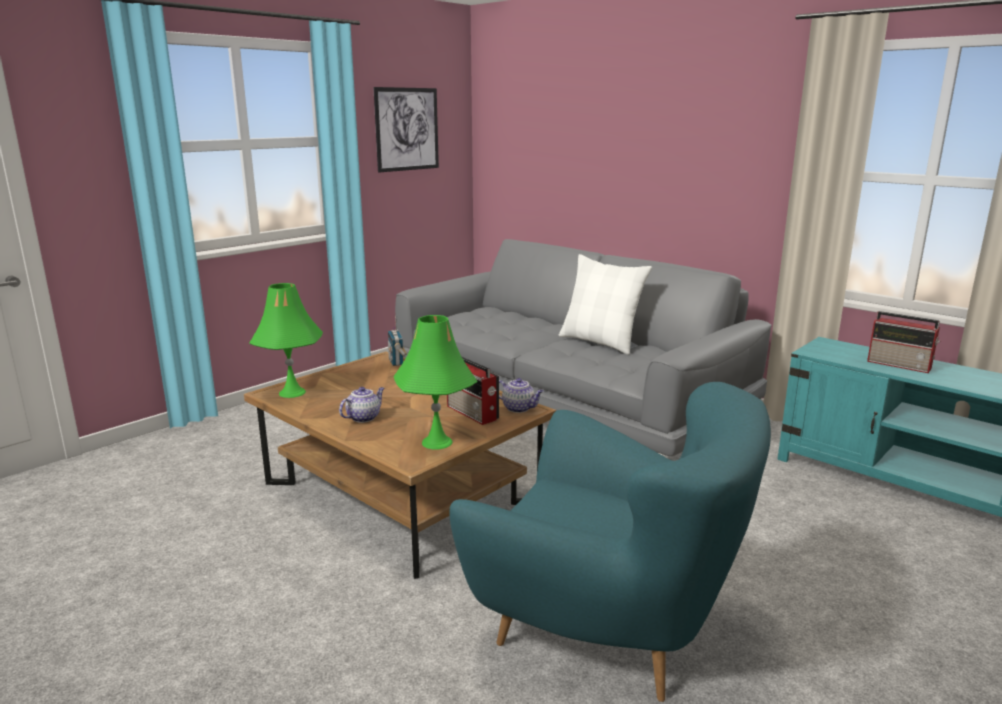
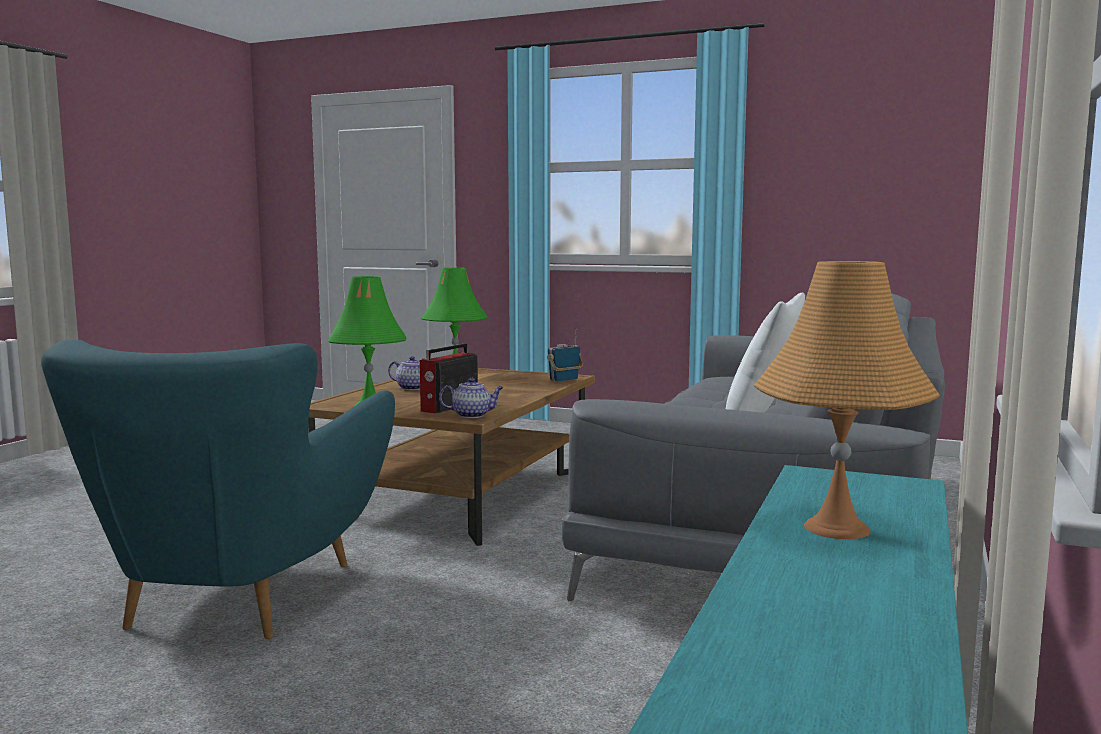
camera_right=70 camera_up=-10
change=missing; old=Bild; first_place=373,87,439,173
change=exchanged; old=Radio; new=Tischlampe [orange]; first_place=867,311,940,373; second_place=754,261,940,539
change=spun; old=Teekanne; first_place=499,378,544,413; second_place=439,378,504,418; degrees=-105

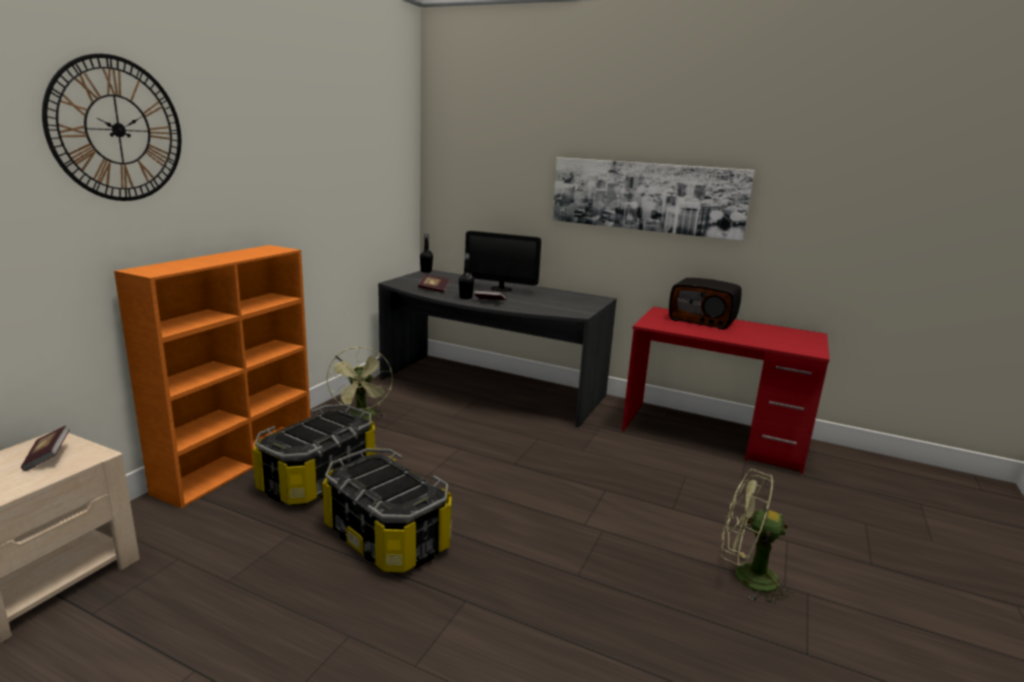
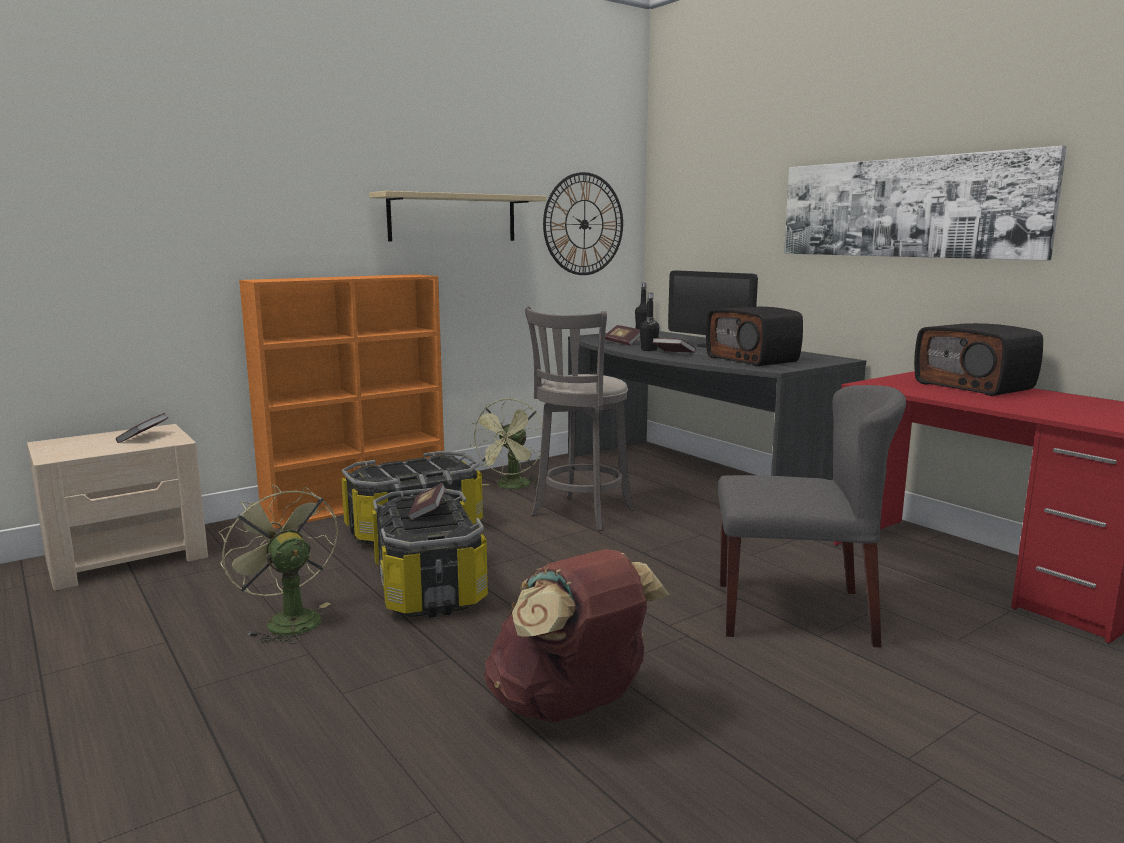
camera_right=30 camera_up=-5
change=appeared; new=Wandregal [beige]; second_place=369,191,546,242
change=appeared; new=Buch; second_place=408,483,446,520
change=appeared; new=Rucksack [braun]; second_place=484,549,670,722
change=appeared; new=Hocker [grau]; second_place=525,307,634,531
change=appeared; new=Radio; second_place=706,307,803,366
change=appeared; new=Stuhl [grau]; second_place=718,385,906,648
change=relocated; old=Wanduhr; first_place=42,54,181,201; second_place=543,172,623,275
change=relocated; old=Ventilator [grün]; first_place=720,469,793,604; second_place=218,484,338,644

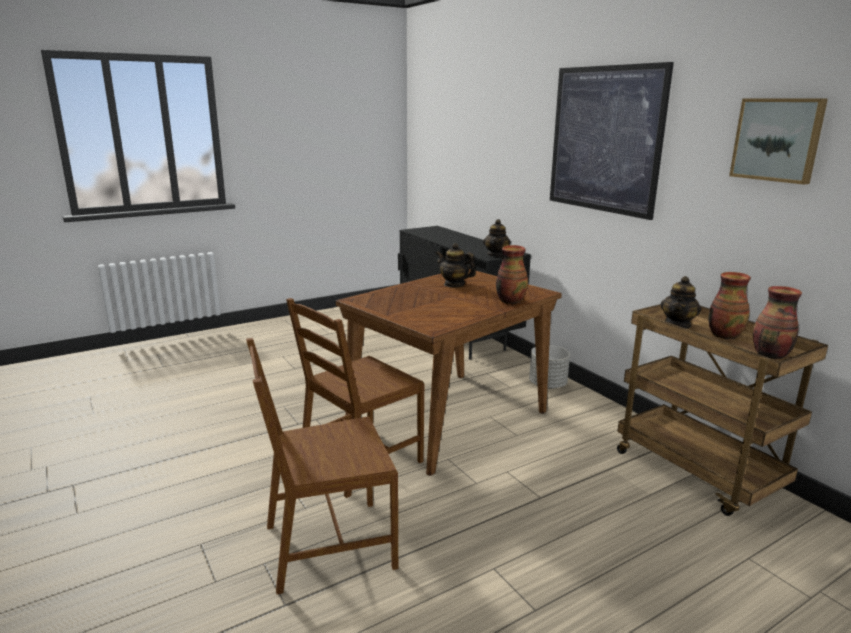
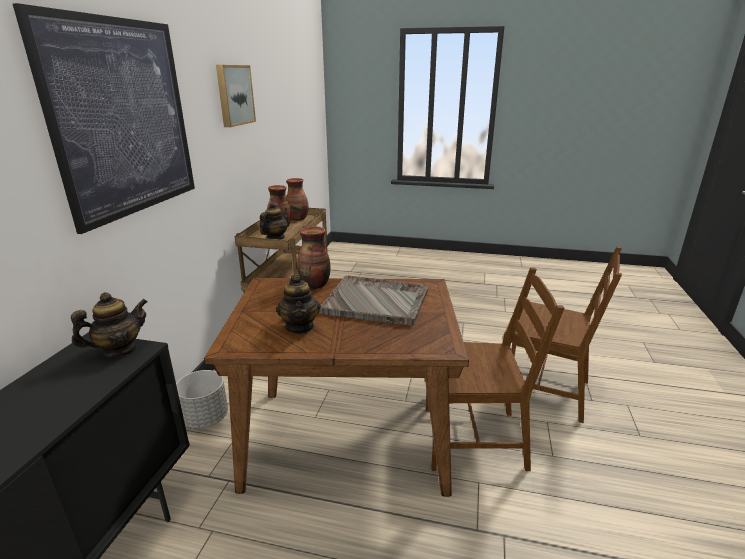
camera_right=-135 camera_up=5
change=appeared; new=Tablett [grau]; second_place=319,275,429,326
change=spun; old=Teekanne; first_place=661,276,701,329; second_place=260,202,288,240; degrees=-45

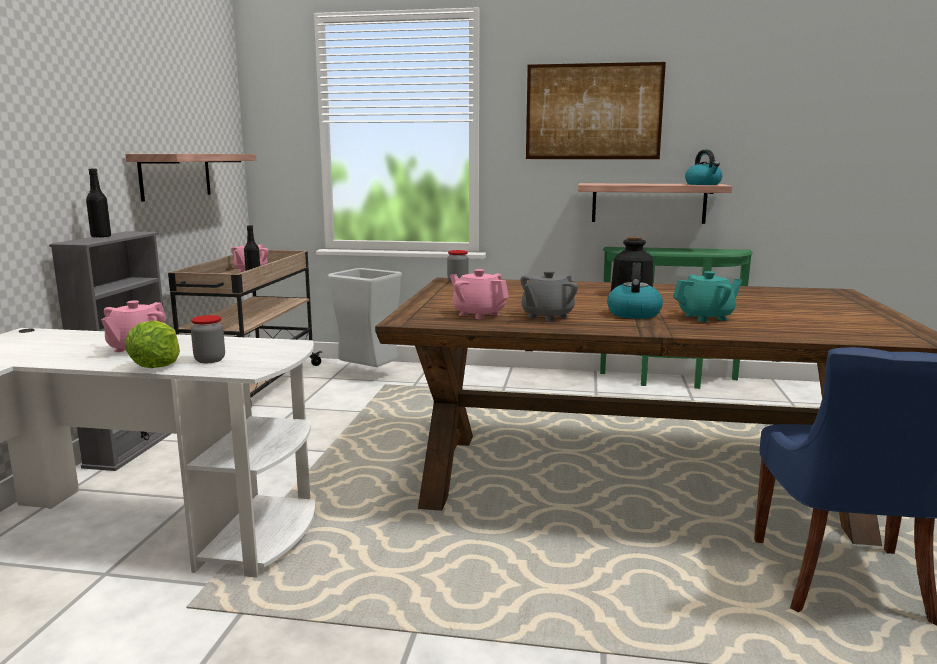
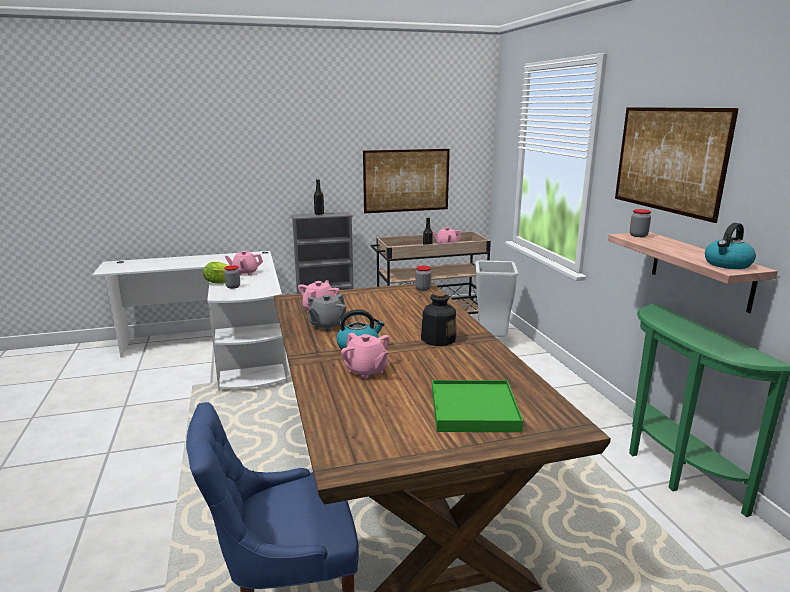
camera_right=65 camera_up=5
change=appeared; new=Tablett [grün]; second_place=432,380,523,432
change=appeared; new=Vorratsglas; second_place=630,209,651,237
change=exchanged; old=Wandregal; new=Bild; first_place=125,154,256,202; second_place=363,149,450,213
change=colour; old=Teekanne [türkis]; new=Teekanne [rosa]; first_place=673,271,742,322; second_place=341,333,389,379
change=spun; old=Teekanne [grau]; first_place=520,271,578,322; second_place=308,294,346,331; degrees=-75

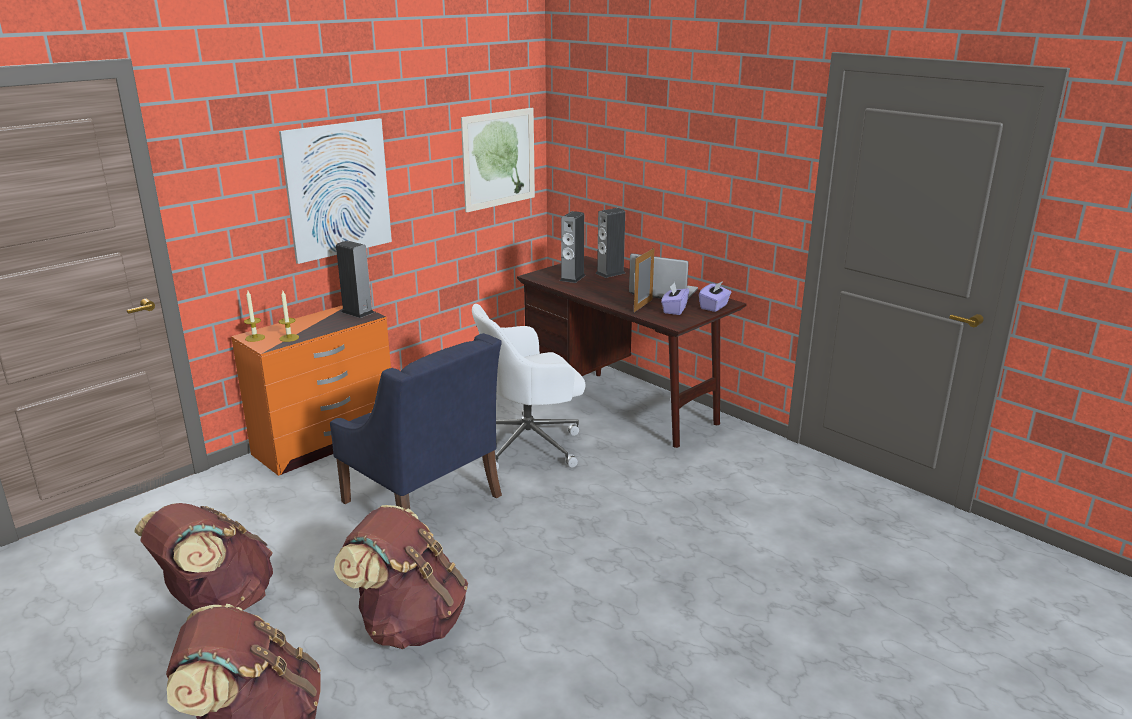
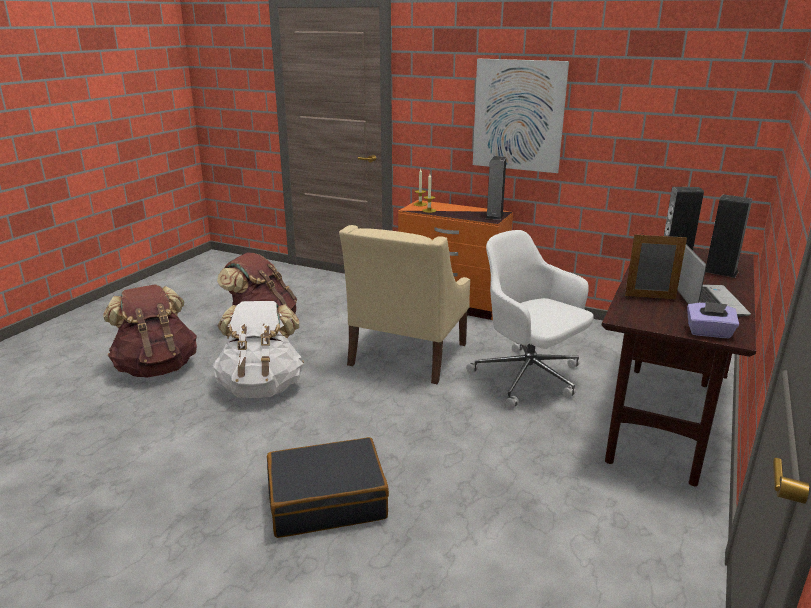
camera_right=70 camera_up=0
change=missing; old=Bild; first_place=461,108,535,213
change=missing; old=Taschentuchbox [lila]; first_place=661,282,689,315
change=appeared; new=Koffer [schwarz]; second_place=267,437,389,538
change=colour; old=Sessel [blau]; new=Sessel [beige]; first_place=330,333,502,509; second_place=339,225,470,384
change=colour; old=Rucksack [braun]; new=Rucksack [weiß]; first_place=334,505,468,649; second_place=213,301,304,398

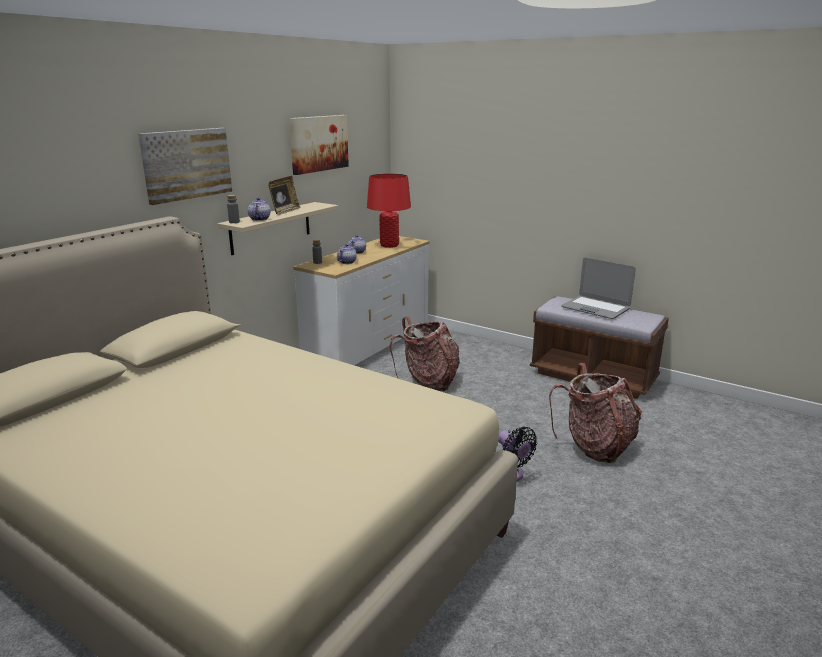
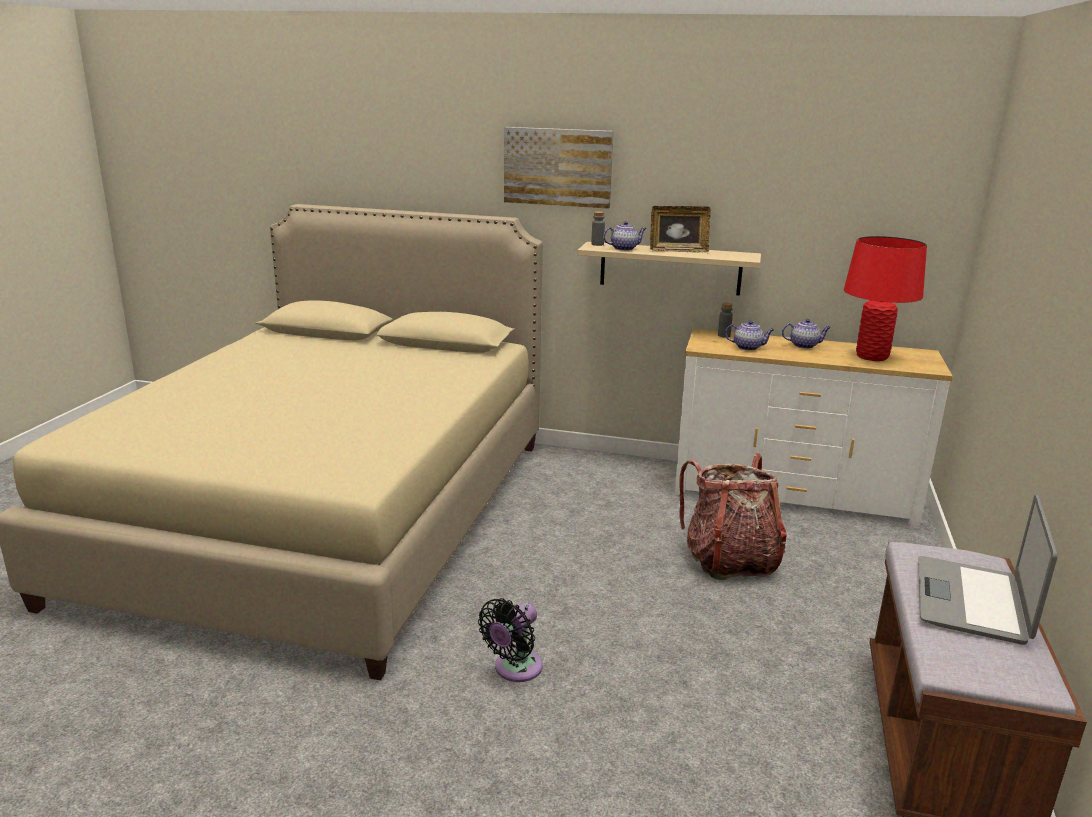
camera_right=70 camera_up=0
change=missing; old=Bild; first_place=289,115,349,175
change=missing; old=Rucksack; first_place=549,363,642,463

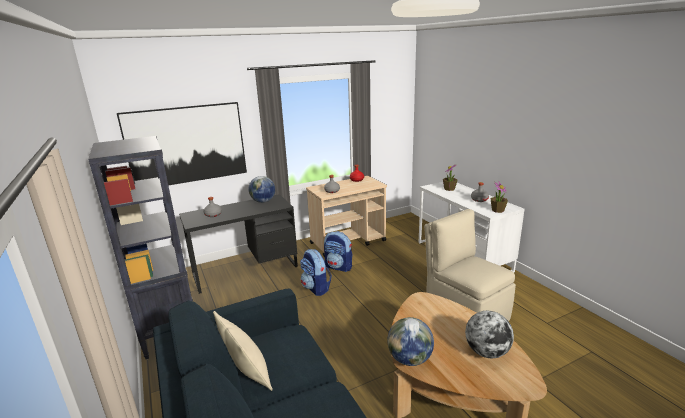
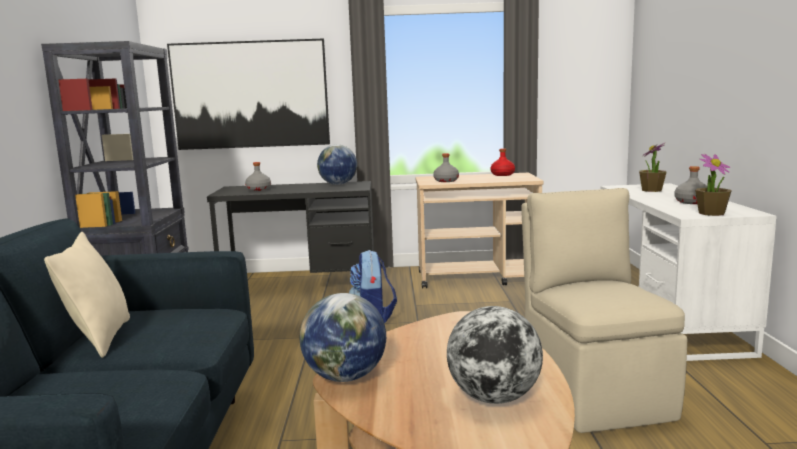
camera_right=25 camera_up=-10
change=missing; old=Rucksack; first_place=324,231,352,272

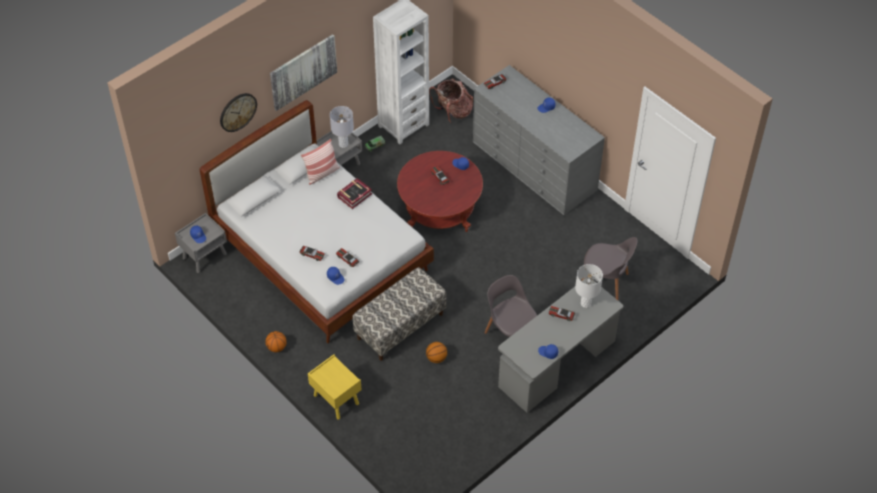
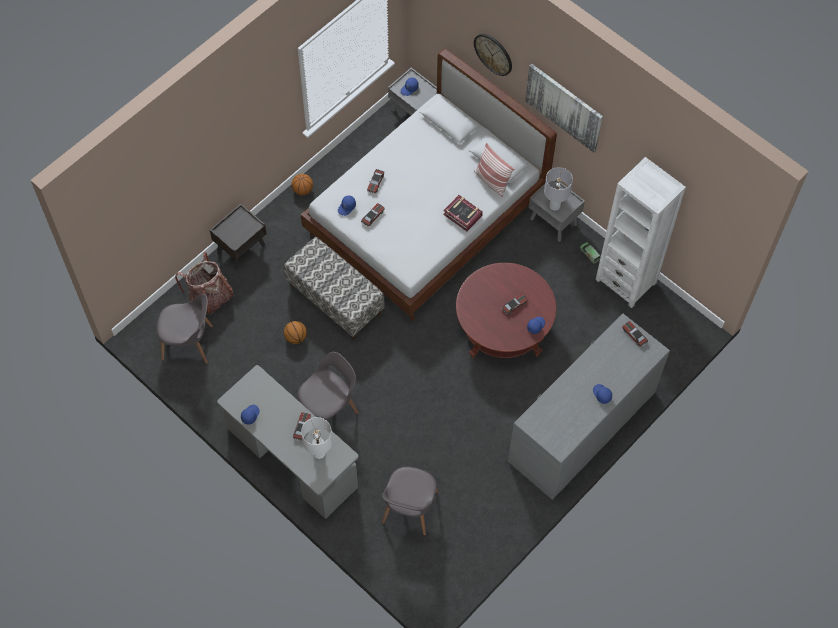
camera_right=85 camera_up=10
change=appeared; new=Stuhl [grau]; second_place=157,294,213,364
change=relocated; old=Rucksack; first_place=429,79,473,124; second_place=175,252,233,314
change=colour; old=Nachttisch [gelb]; new=Nachttisch [braun]; first_place=308,354,362,420; second_place=210,204,267,270

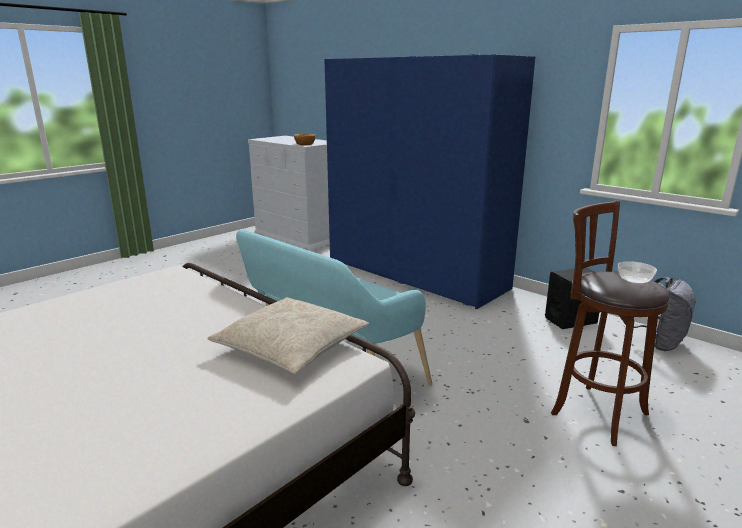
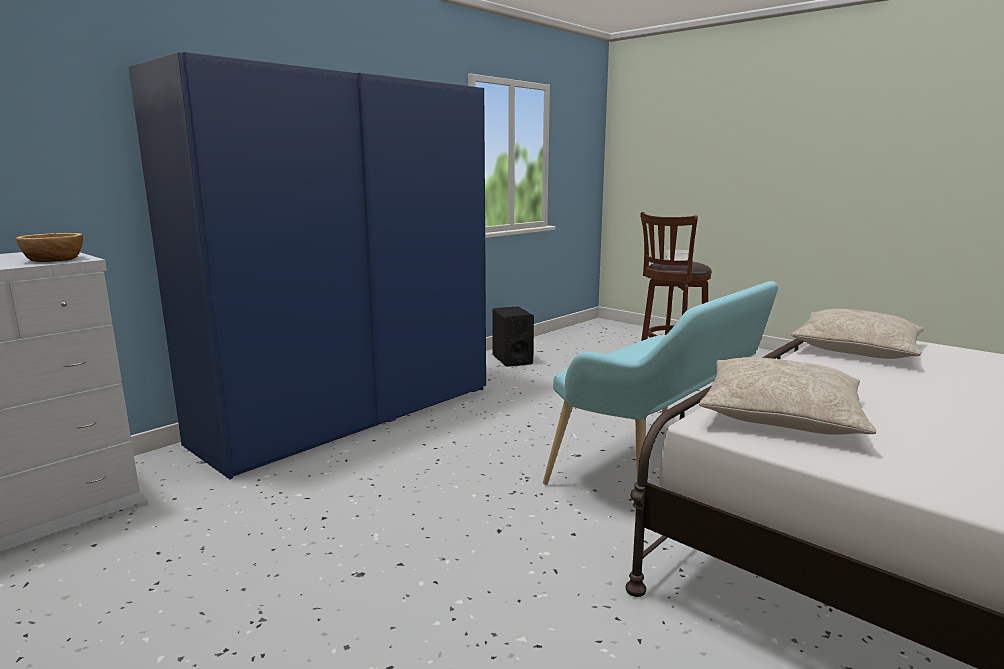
camera_right=-90 camera_up=-5
change=missing; old=Rucksack [grau]; first_place=633,277,696,351
change=appeared; new=Kissen [beige]; second_place=699,357,876,435

